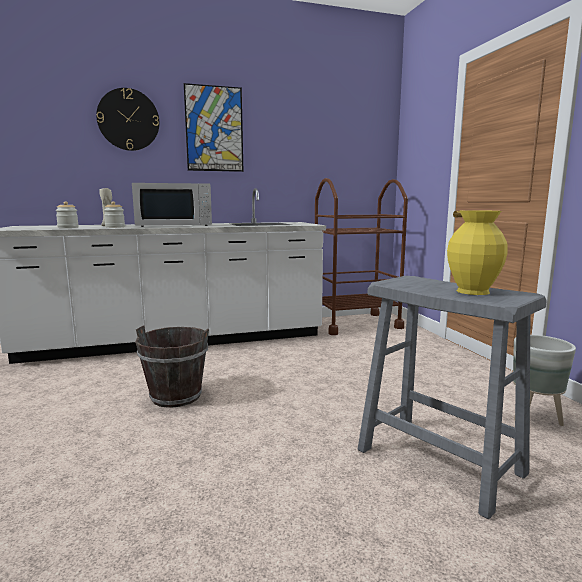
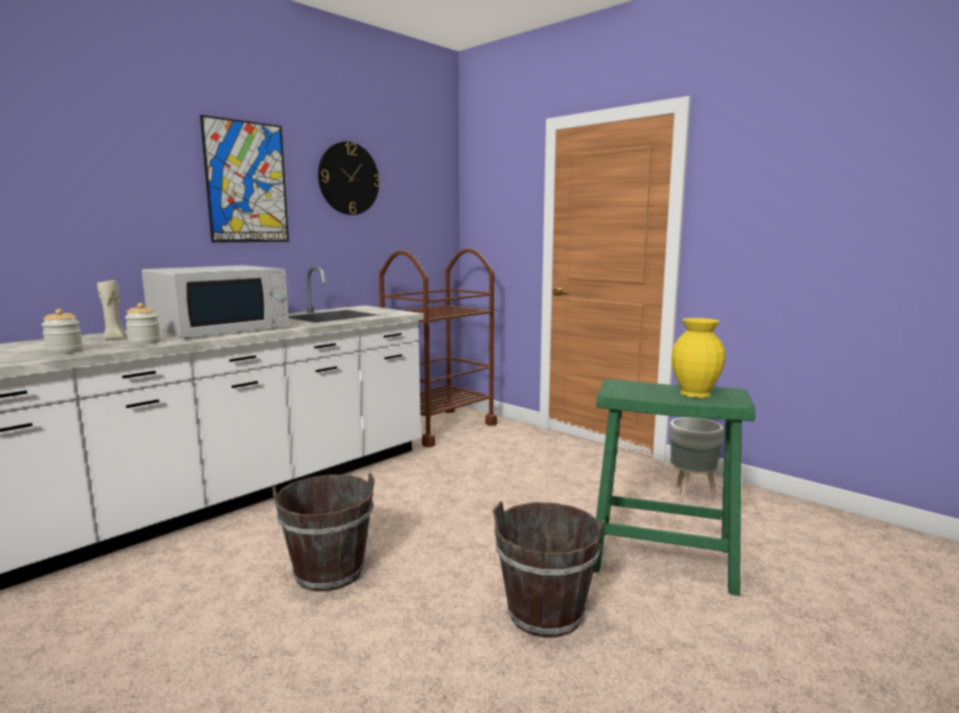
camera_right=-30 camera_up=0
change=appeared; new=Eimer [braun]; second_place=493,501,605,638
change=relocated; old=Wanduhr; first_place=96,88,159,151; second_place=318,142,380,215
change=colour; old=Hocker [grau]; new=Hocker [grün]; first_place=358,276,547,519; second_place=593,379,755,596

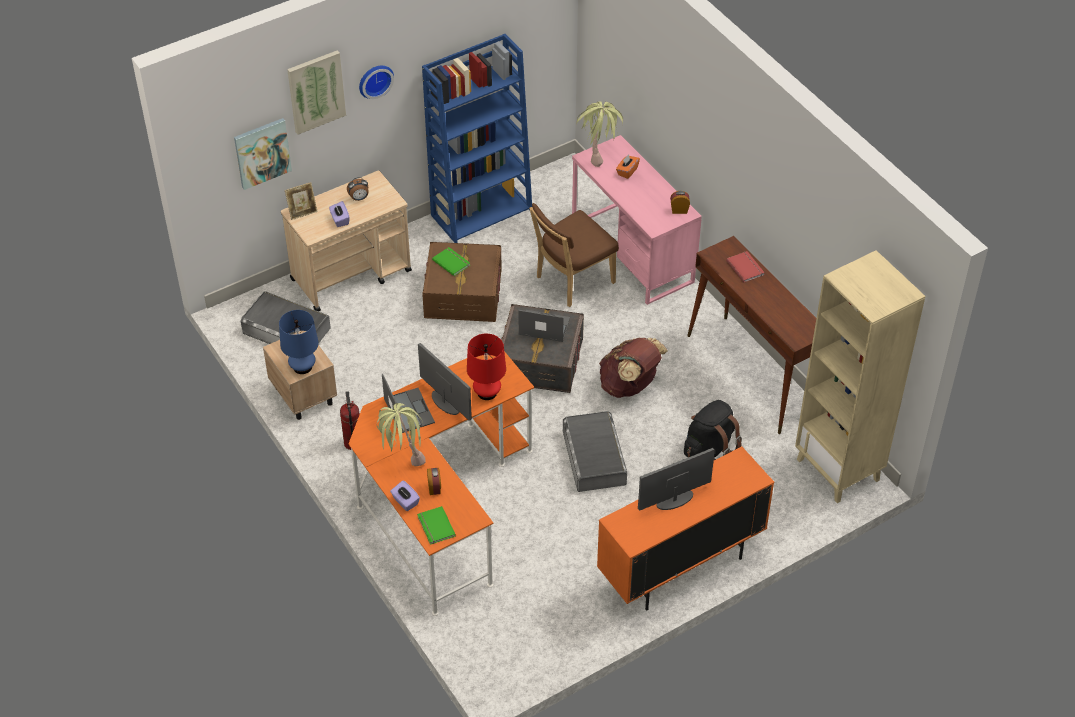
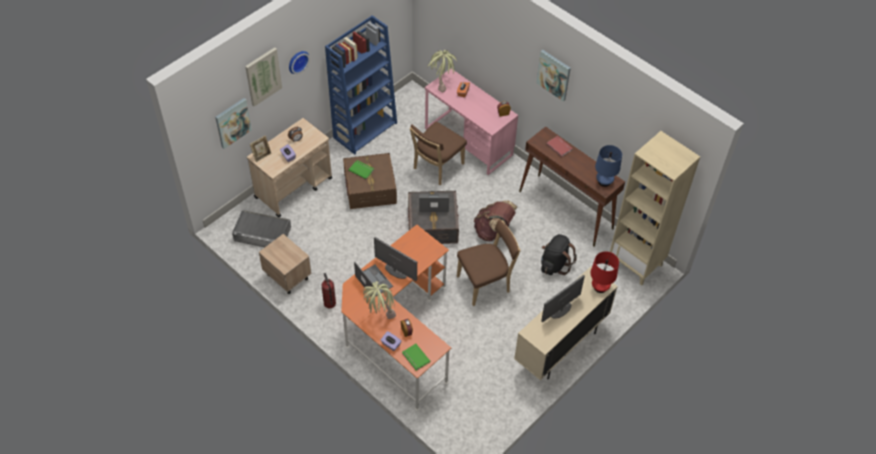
camera_right=-15 camera_up=5
change=appeared; new=Bild; second_place=536,50,571,101
change=relocated; old=Tischlampe [blau]; first_place=279,310,319,374; second_place=595,145,622,187
change=relocated; old=Tischlampe [rot]; first_place=467,334,506,400; second_place=590,251,619,293
change=exchanged; old=Aufbewahrungsbox [grau]; new=Stuhl [braun]; first_place=562,411,627,492; second_place=457,220,520,306
change=colour; old=Schrank [orange]; new=Schrank [beige]; first_place=597,446,774,610; second_place=514,266,618,380

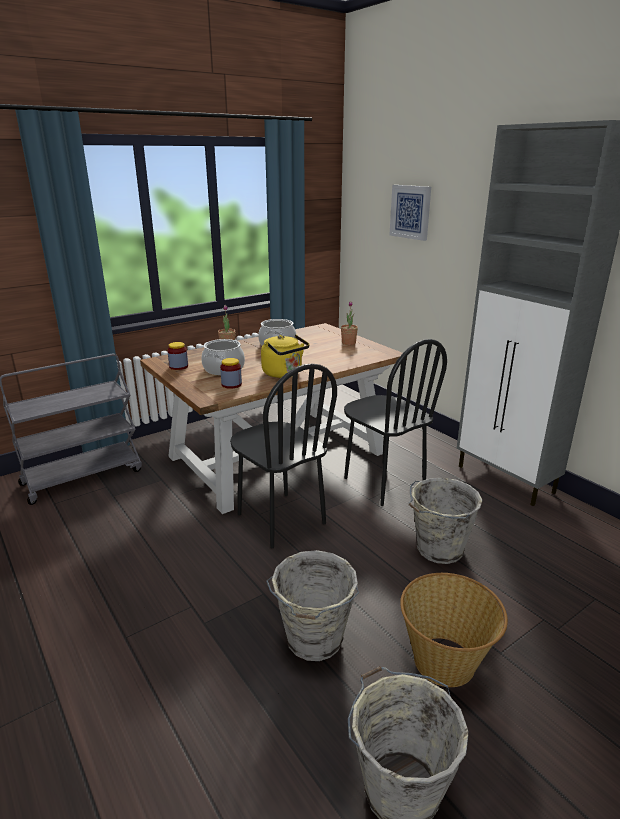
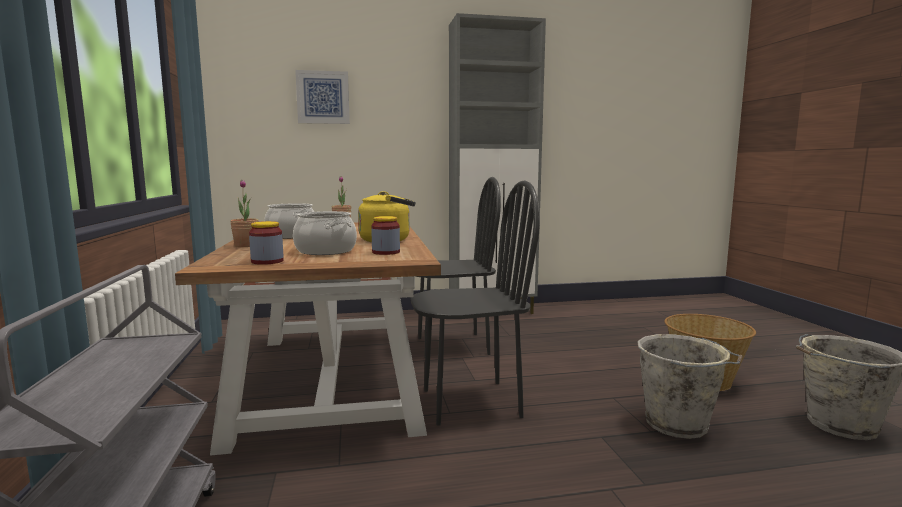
camera_right=-65 camera_up=-15
change=missing; old=Eimer [grau]; first_place=408,478,483,564

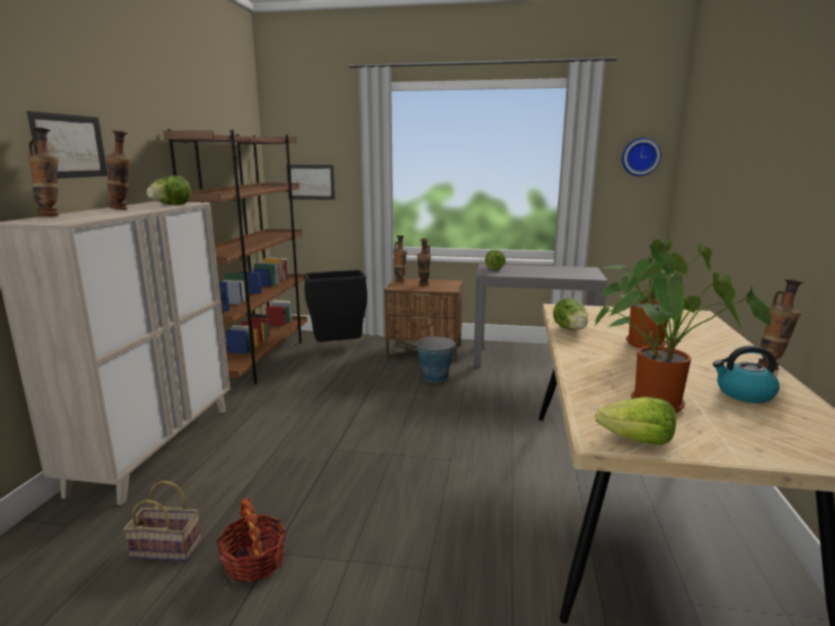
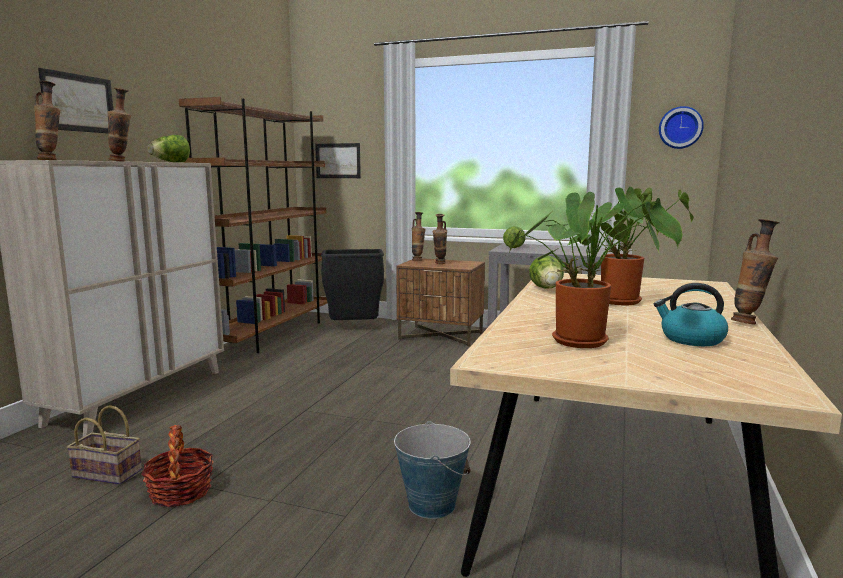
camera_right=10 camera_up=-5
change=missing; old=Salatkopf; first_place=595,397,676,445
change=relocated; old=Eimer; first_place=416,335,456,383; second_place=394,421,471,519

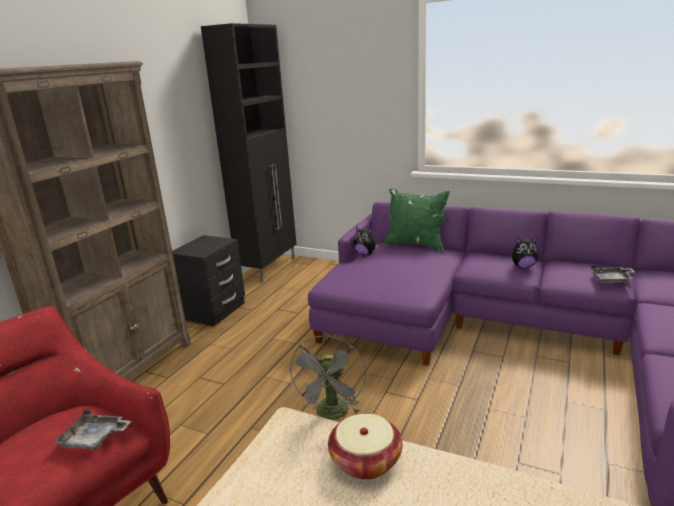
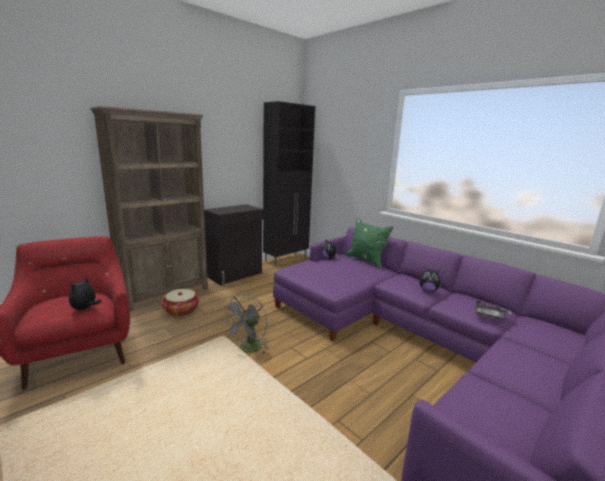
camera_right=20 camera_up=-5
change=relocated; old=Korb; first_place=328,414,402,480; second_place=161,289,200,316
change=exchanged; old=Tablett [grau]; new=Plüschtier; first_place=53,410,131,450; second_place=69,277,102,310
change=exchanged; old=Nachttisch [schwarz]; new=Schrank [schwarz]; first_place=172,235,245,326; second_place=204,204,263,285

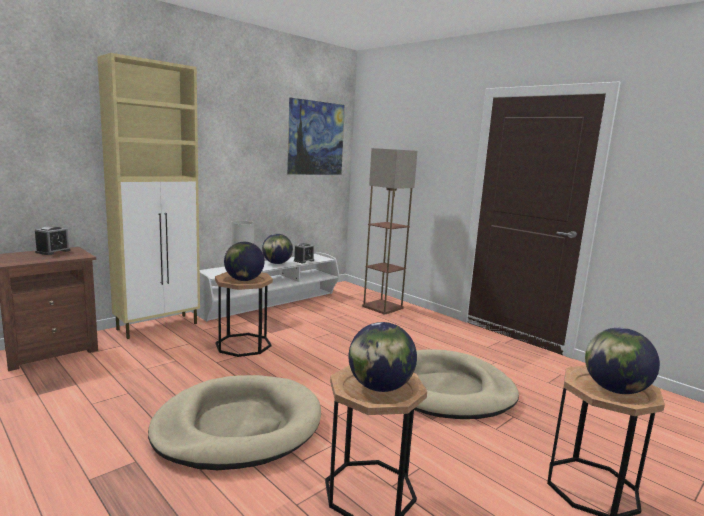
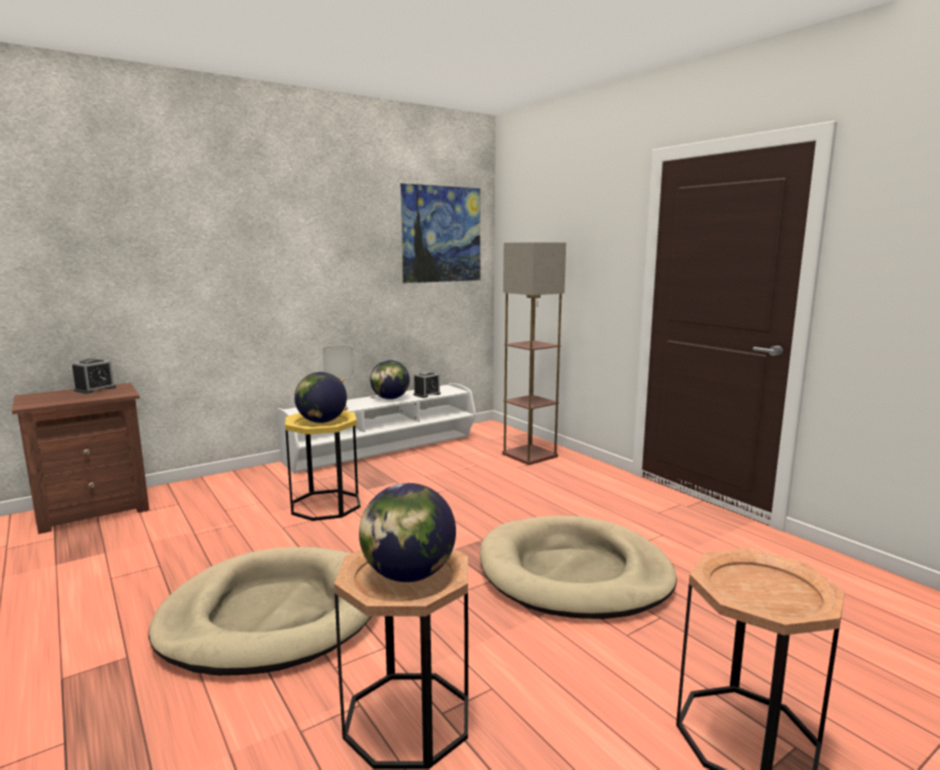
camera_right=10 camera_up=0
change=missing; old=Schrank [beige]; first_place=97,53,200,339
change=missing; old=Globus; first_place=585,328,660,394
change=colour; old=Beistelltisch [braun]; new=Beistelltisch [gelb]; first_place=215,272,273,357; second_place=285,410,361,521

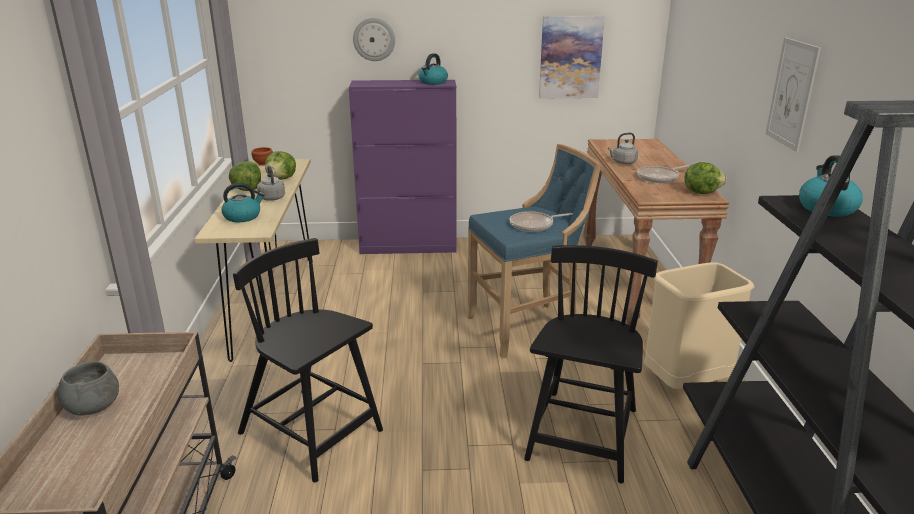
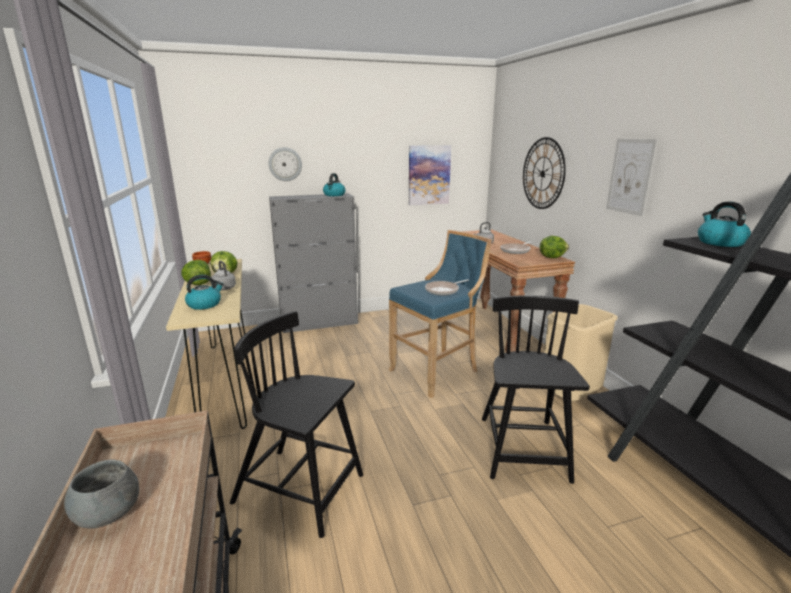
camera_right=-15 camera_up=-5
change=appeared; new=Wanduhr; second_place=523,137,566,209
change=colour; old=Schrank [lila]; new=Schrank [grau]; first_place=349,80,456,254; second_place=269,193,358,333

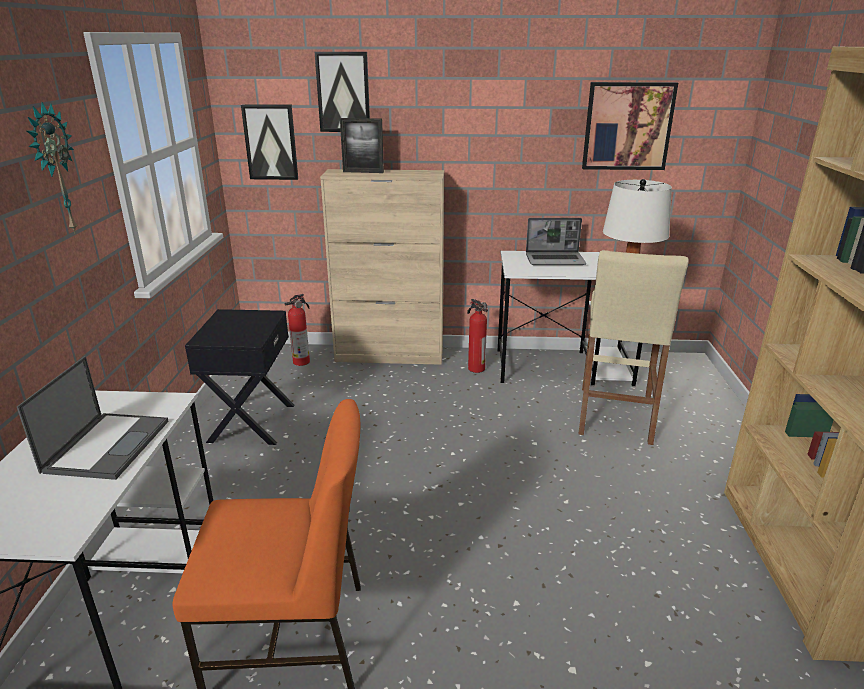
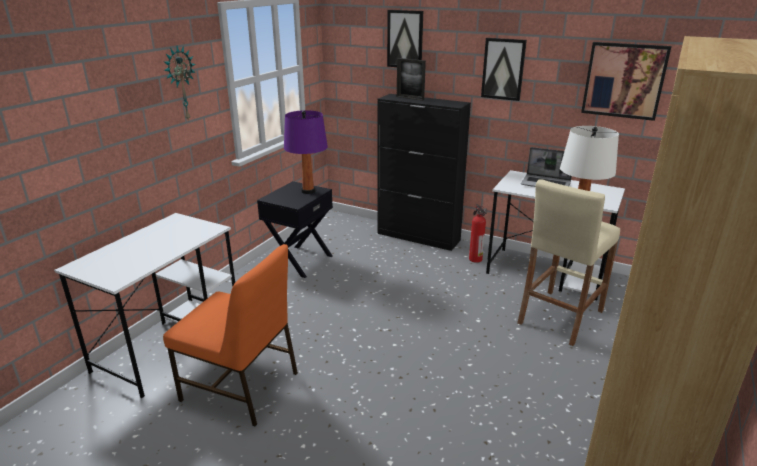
camera_right=25 camera_up=0
change=missing; old=Laptop; first_place=17,356,168,480
change=missing; old=Feuerlöscher; first_place=285,294,310,366
change=appeared; new=Tischlampe [lila]; second_place=284,110,328,194
change=relocated; old=Bild; first_place=241,104,298,180; second_place=481,38,527,101
change=colour; old=Schrank [beige]; new=Schrank [schwarz]; first_place=320,169,444,365; second_place=378,94,471,251

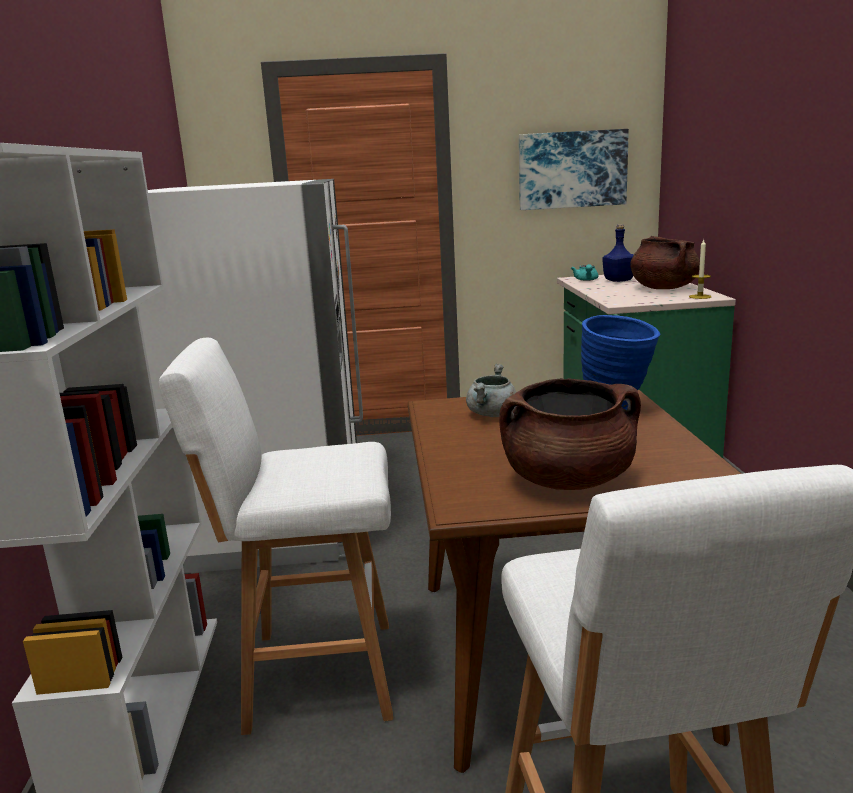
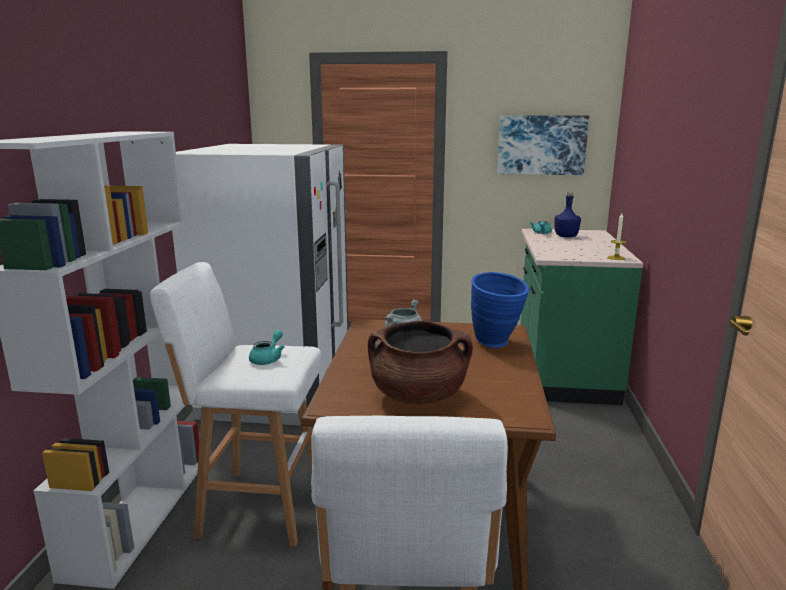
camera_right=10 camera_up=0
change=missing; old=Kochtopf [braun]; first_place=630,236,700,289
change=appeared; new=Teekanne [türkis]; second_place=249,330,284,365

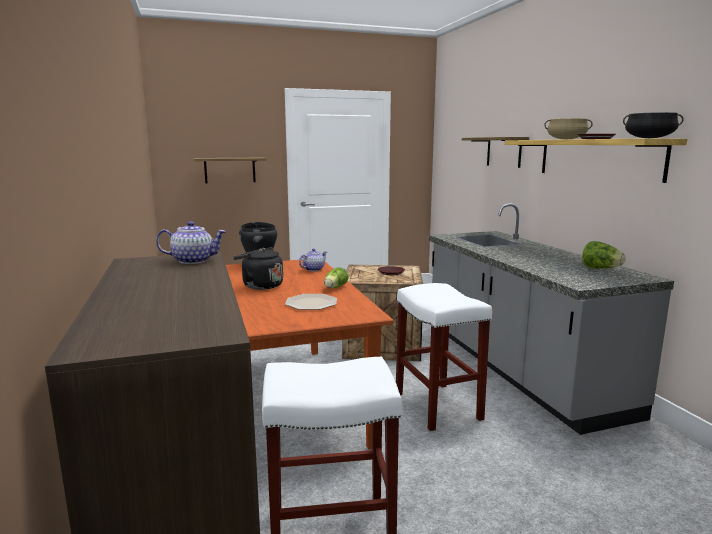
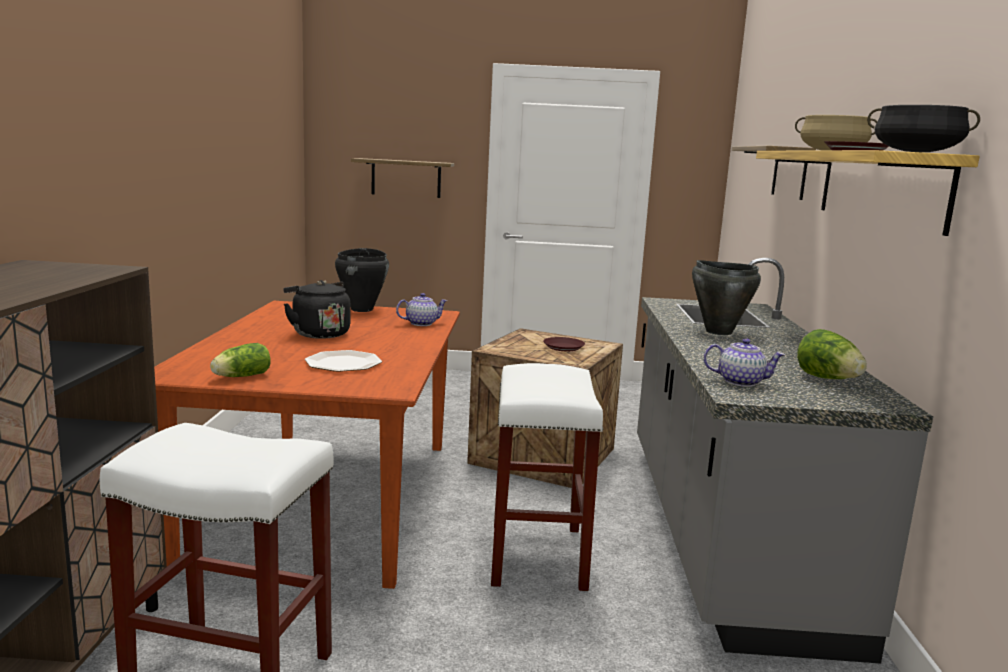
camera_right=20 camera_up=0
change=appeared; new=Kochtopf [schwarz]; second_place=692,260,761,335
change=relocated; old=Teekanne; first_place=156,221,226,264; second_place=704,338,785,387
change=relocated; old=Salatkopf; first_place=324,267,348,288; second_place=210,343,271,377

